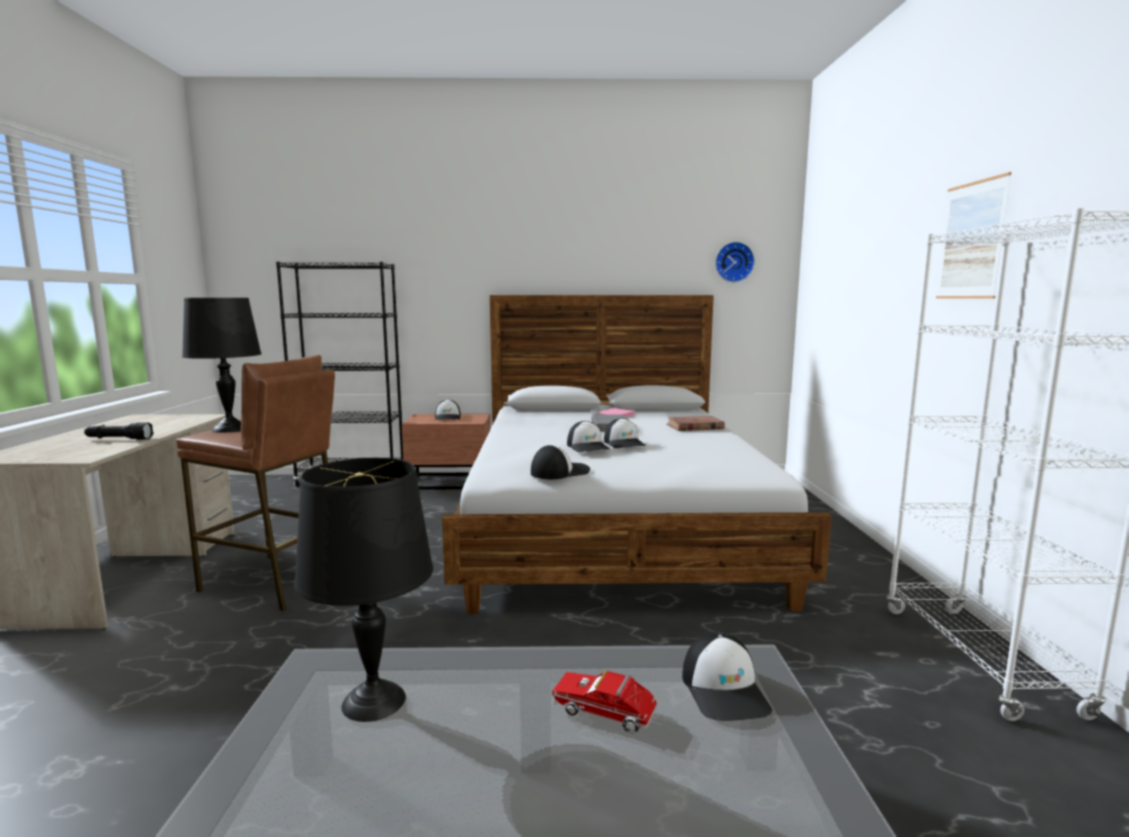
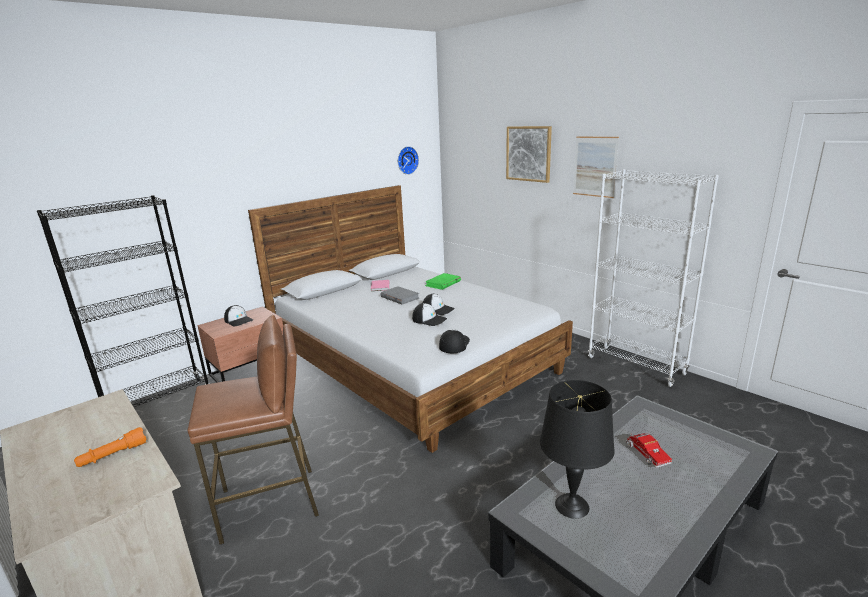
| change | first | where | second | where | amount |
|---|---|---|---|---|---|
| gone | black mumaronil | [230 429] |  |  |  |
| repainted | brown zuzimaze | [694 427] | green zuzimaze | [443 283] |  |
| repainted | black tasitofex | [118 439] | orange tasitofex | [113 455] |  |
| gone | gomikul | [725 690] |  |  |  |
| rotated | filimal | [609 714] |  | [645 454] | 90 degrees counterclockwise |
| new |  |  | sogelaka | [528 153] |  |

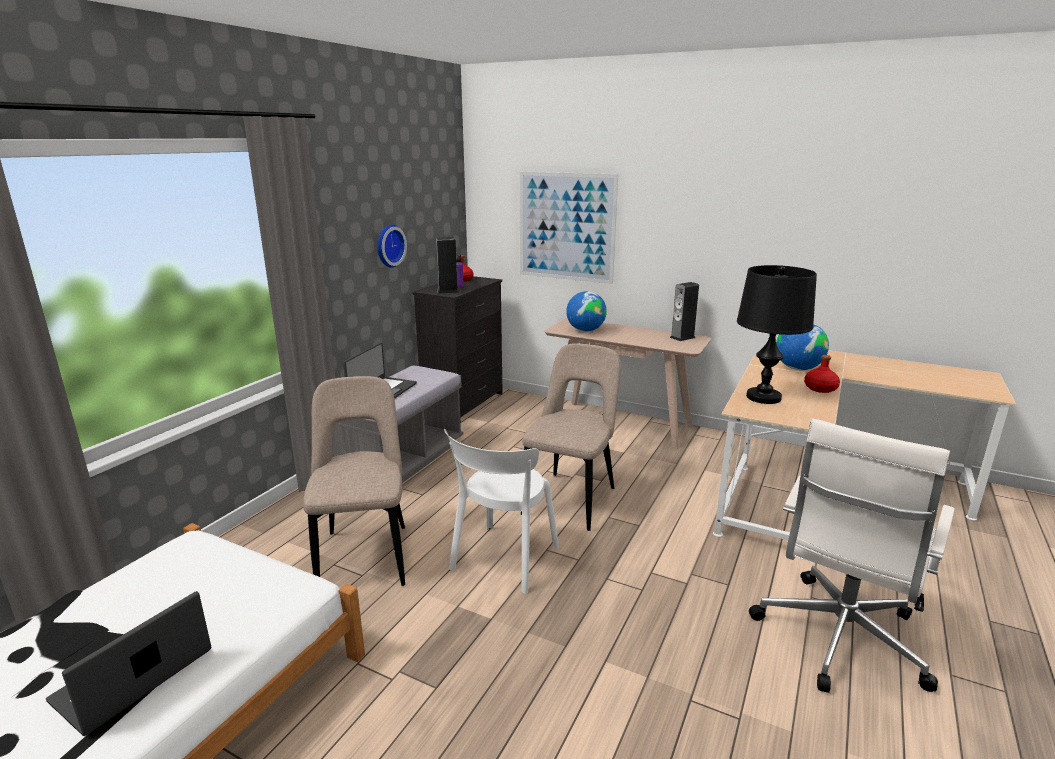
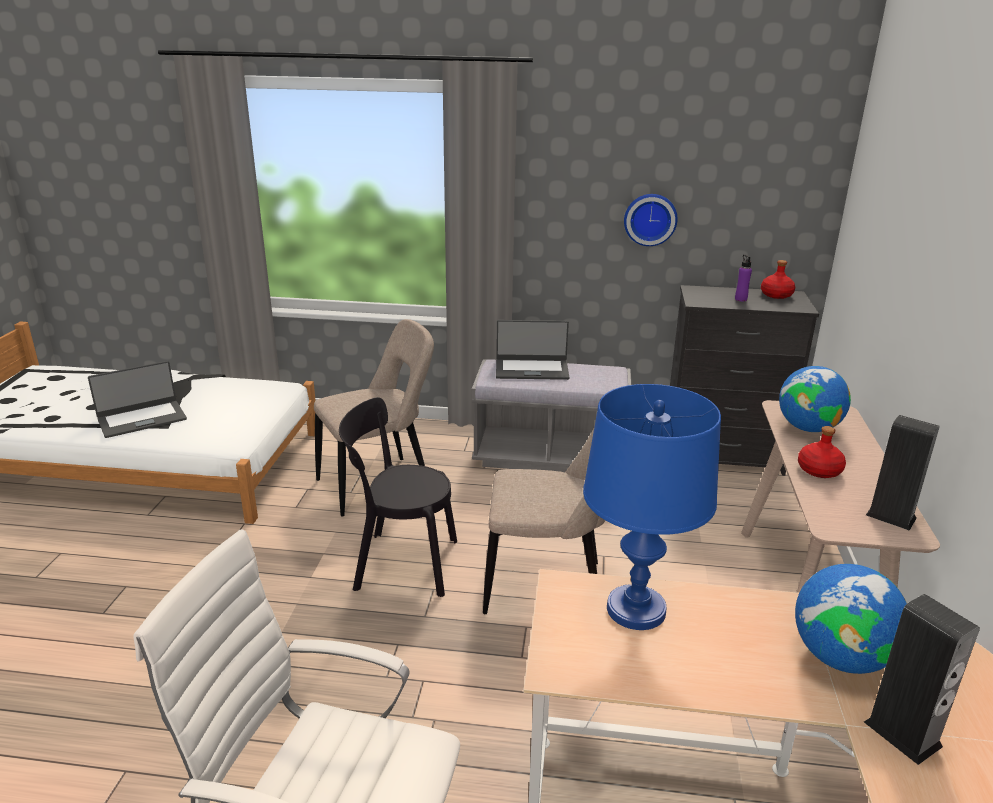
| change | first | where | second | where | amount |
|---|---|---|---|---|---|
| gone | sogelaka | [566 227] |  |  |  |
| shifted | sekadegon | [448 291] |  | [902 734] |  |
| repainted | black mumaronil | [763 397] | blue mumaronil | [635 609] |  |
| shifted | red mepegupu | [820 388] |  | [819 470] |  |
| repainted | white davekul | [502 561] | black davekul | [401 563] |  |
| rotated | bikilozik | [134 677] |  | [142 419] | 135 degrees clockwise |

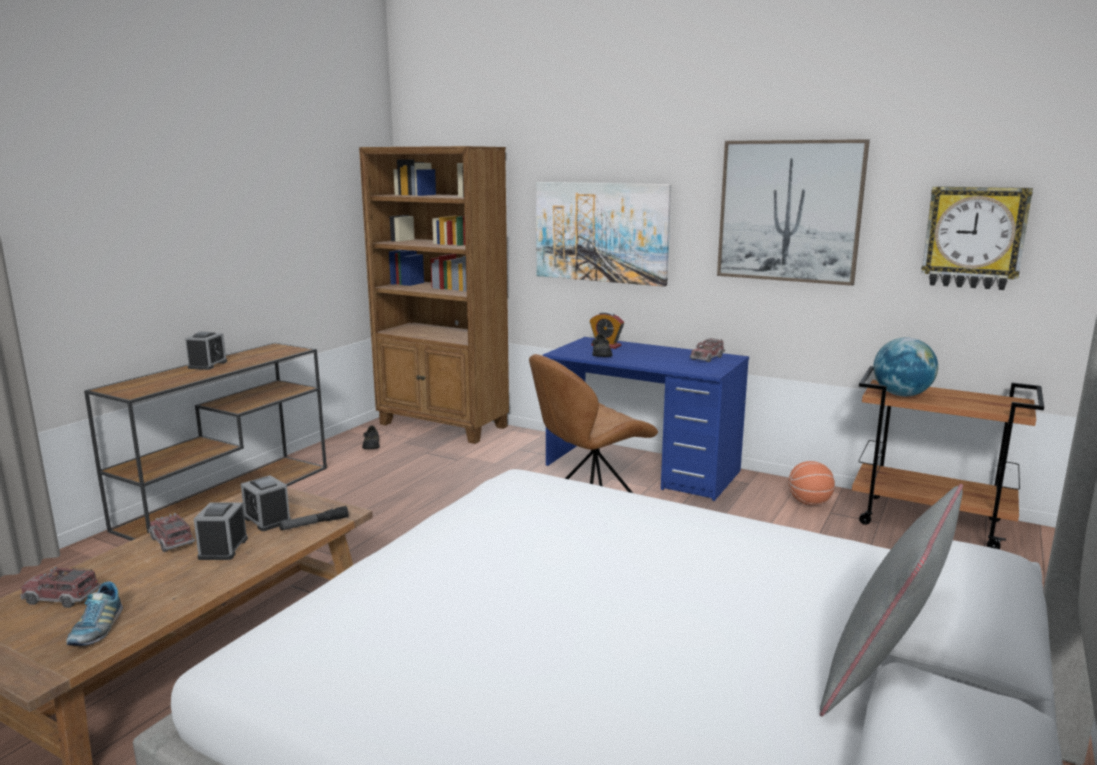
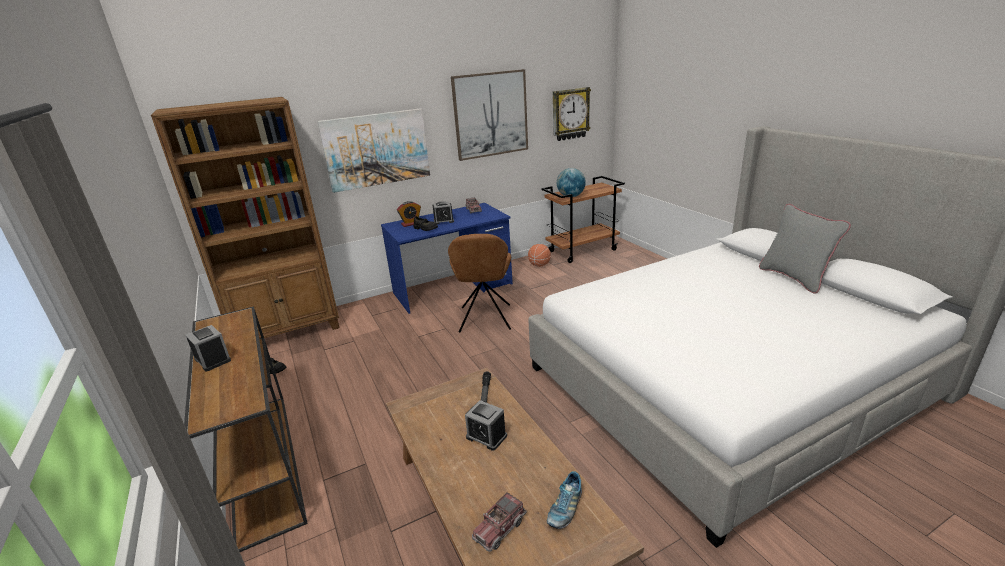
| change | first | where | second | where | amount |
|---|---|---|---|---|---|
| shifted | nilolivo | [267 520] |  | [443 221] |  |
| gone | filimal | [172 541] |  |  |  |
| rotated | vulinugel | [97 629] |  | [565 508] | 90 degrees clockwise |

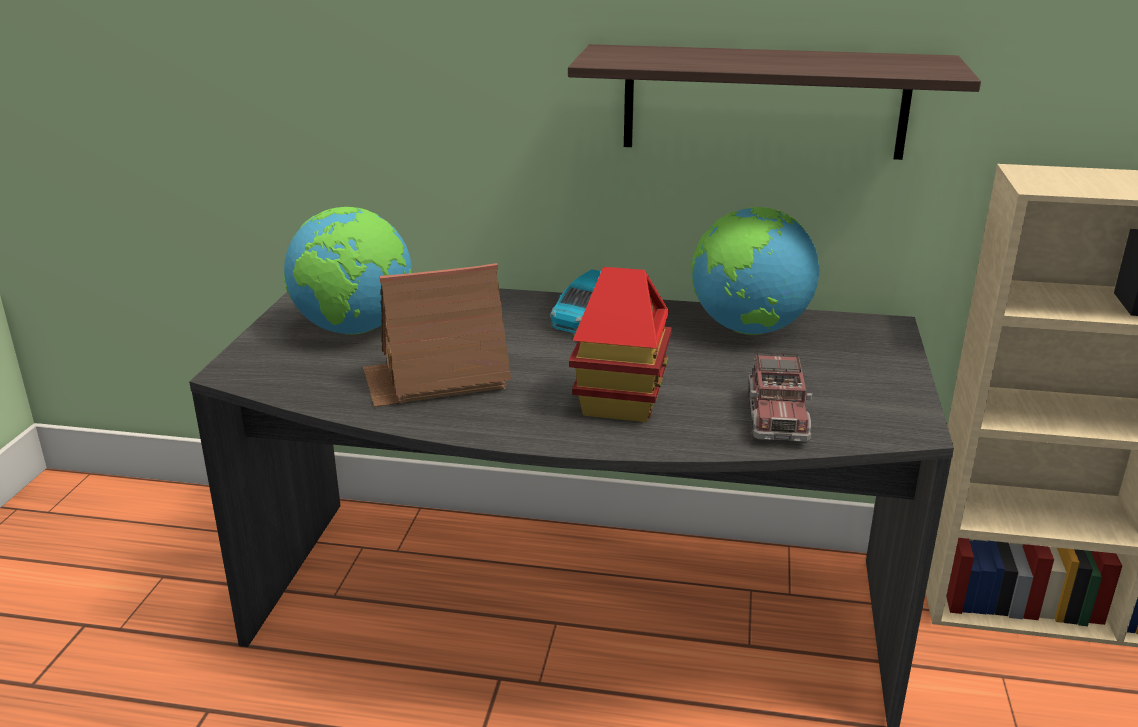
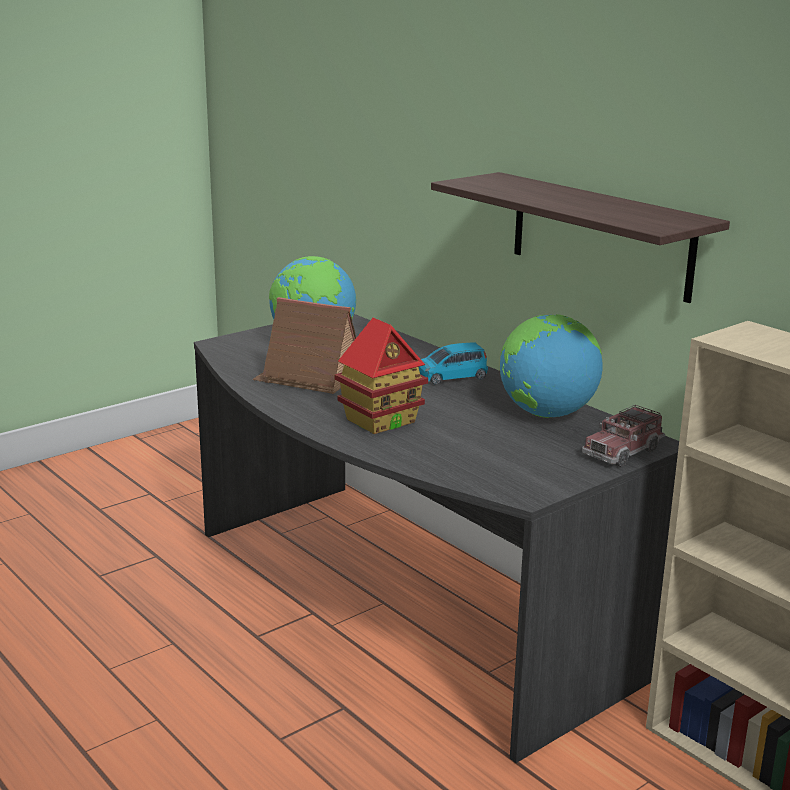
| change | first | where | second | where | amount |
|---|---|---|---|---|---|
| shifted | filimal | [776 417] |  | [622 451] |  |

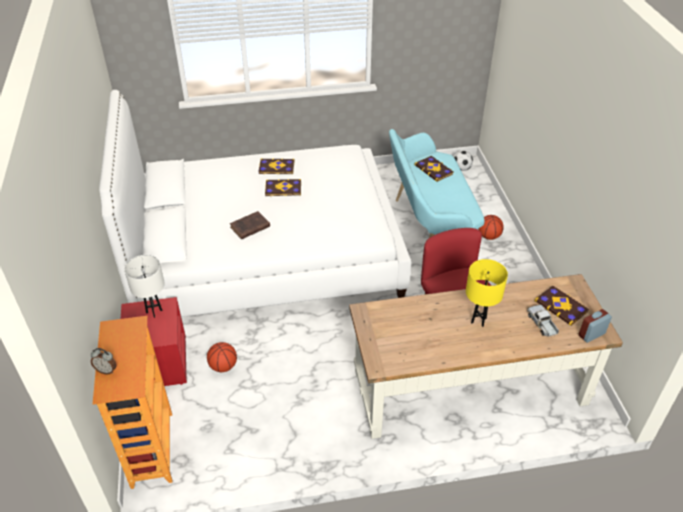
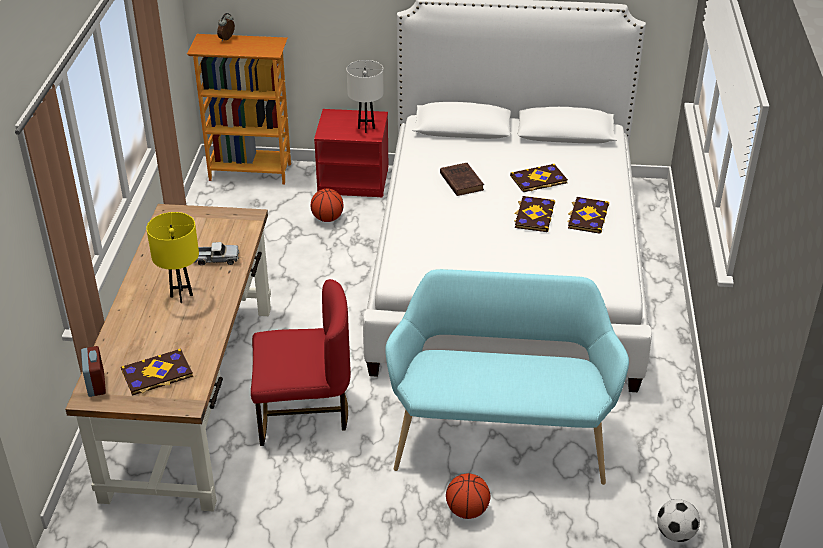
| change | first | where | second | where | amount |
|---|---|---|---|---|---|
| shifted | zuzimaze | [434 169] |  | [539 180] |  |
| shifted | filimal | [542 324] |  | [215 259] |  |

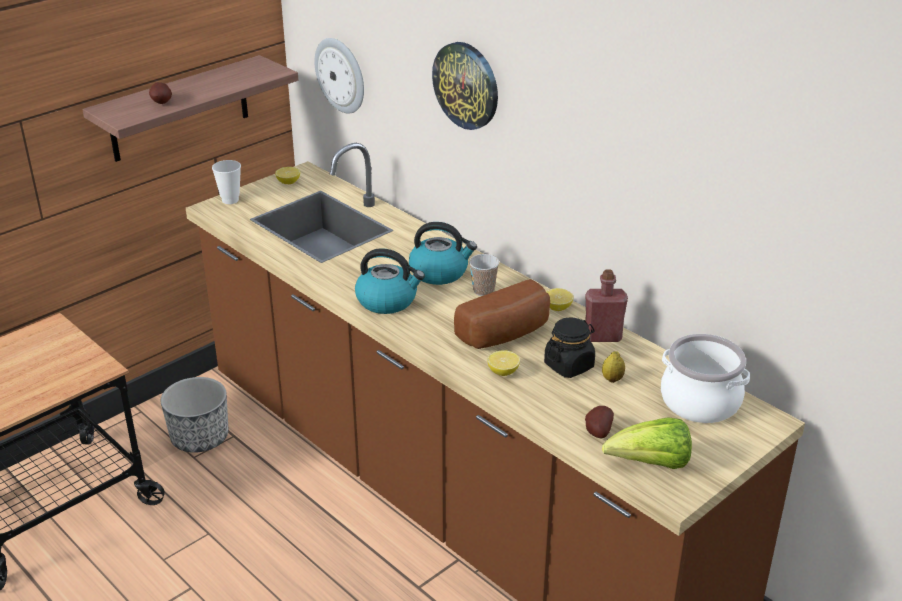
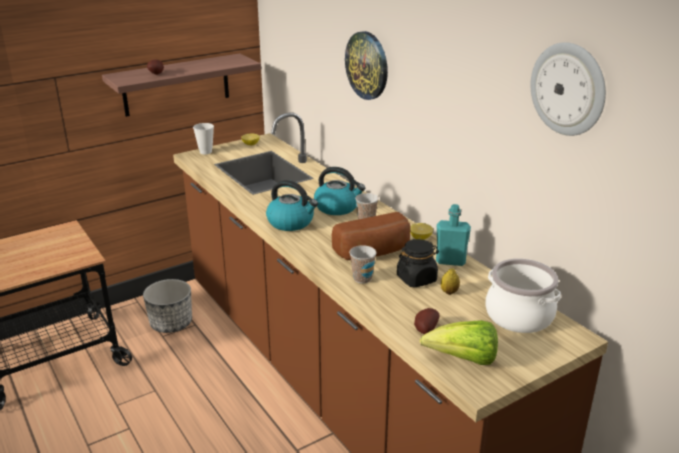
| change | first | where | second | where | amount |
|---|---|---|---|---|---|
| shifted | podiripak | [341 75] |  | [568 89] |  |
| repainted | red mepegupu | [603 337] | turquoise mepegupu | [450 261] |  |
| swapped | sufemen | [503 372] | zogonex | [362 278] |  |

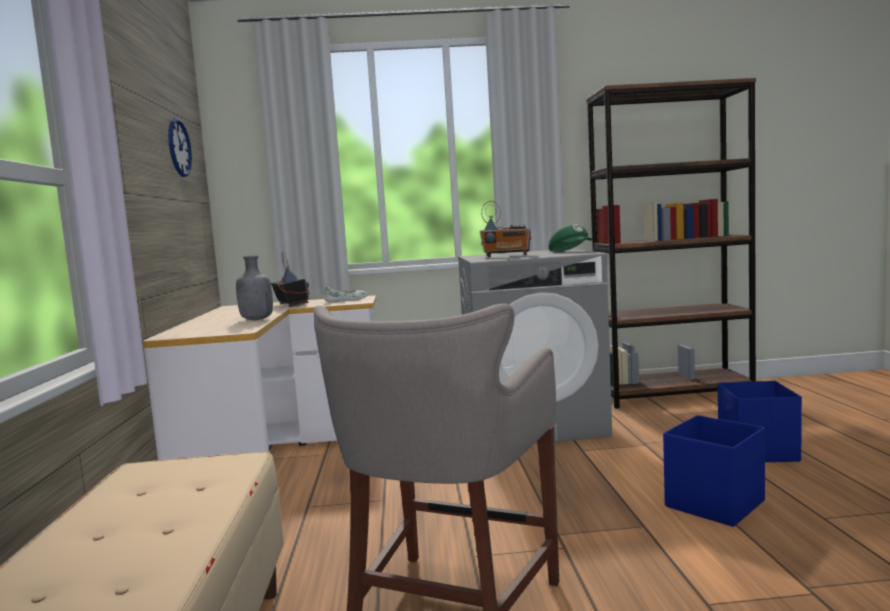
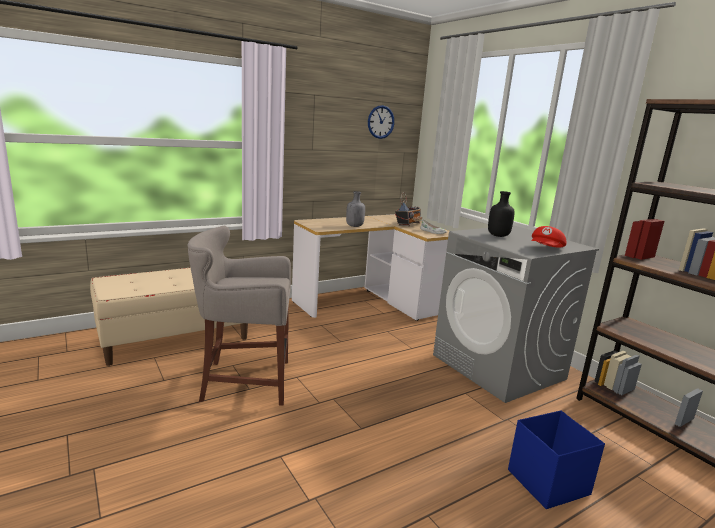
| change | first | where | second | where | amount |
|---|---|---|---|---|---|
| swapped | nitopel | [507 256] | black mepegupu | [498 236] |  |
| repainted | green gomikul | [571 251] | red gomikul | [546 249] |  |
| gone | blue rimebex | [713 504] |  |  |  |

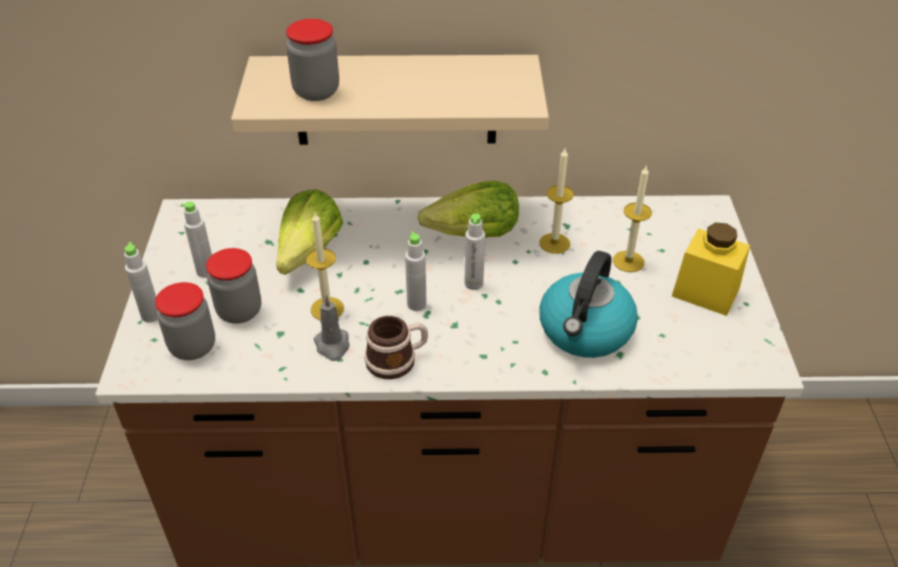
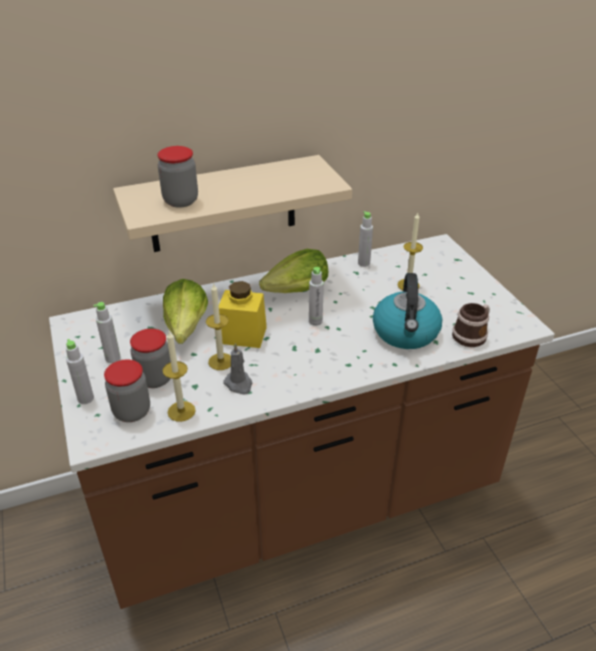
| change | first | where | second | where | amount |
|---|---|---|---|---|---|
| shifted | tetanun | [554 243] |  | [181 411] |  |
| shifted | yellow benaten | [705 292] |  | [243 335] |  |
| shifted | grey mepegupu | [416 304] |  | [364 263] |  |
| shifted | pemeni | [397 360] |  | [472 335] |  |

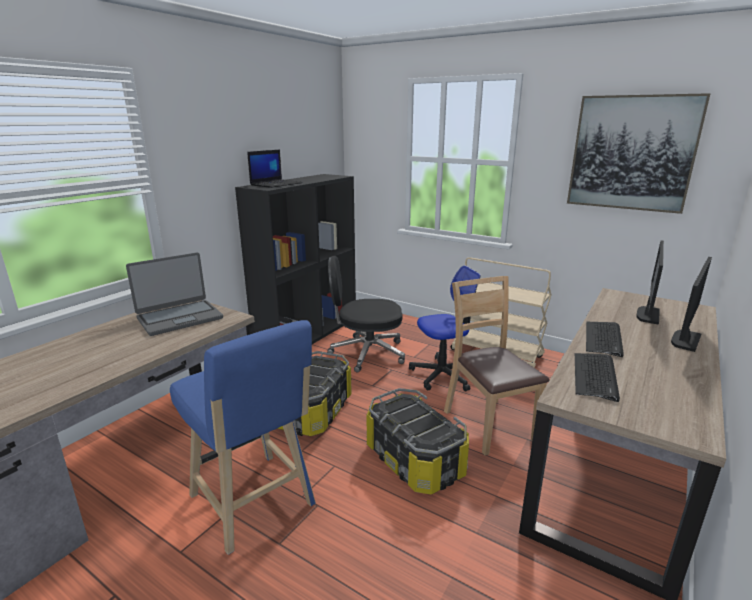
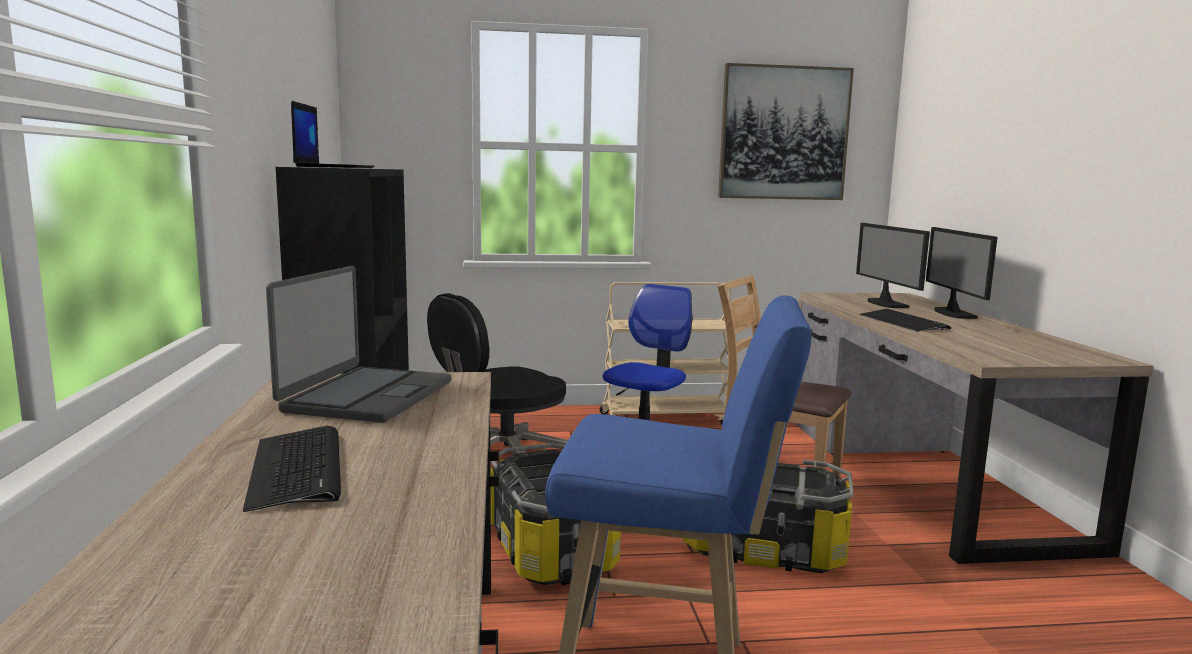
| change | first | where | second | where | amount |
|---|---|---|---|---|---|
| shifted | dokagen | [595 376] |  | [298 469] |  |

